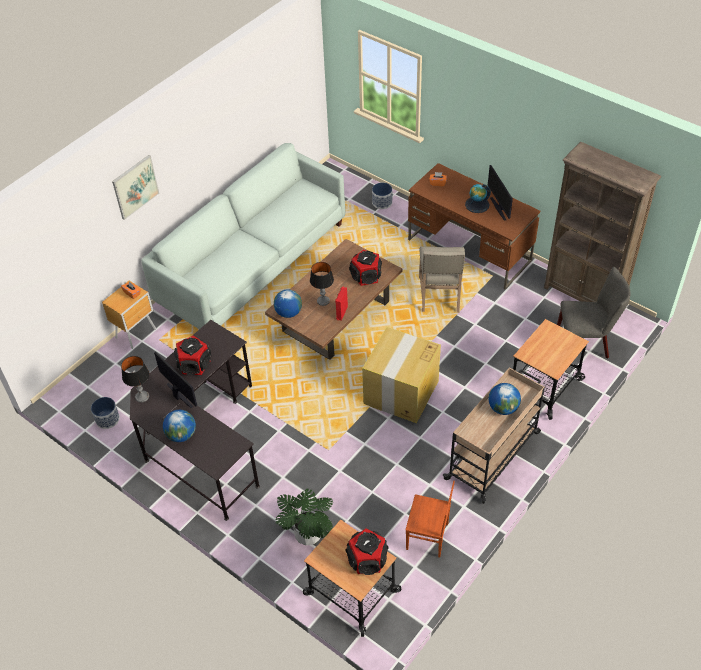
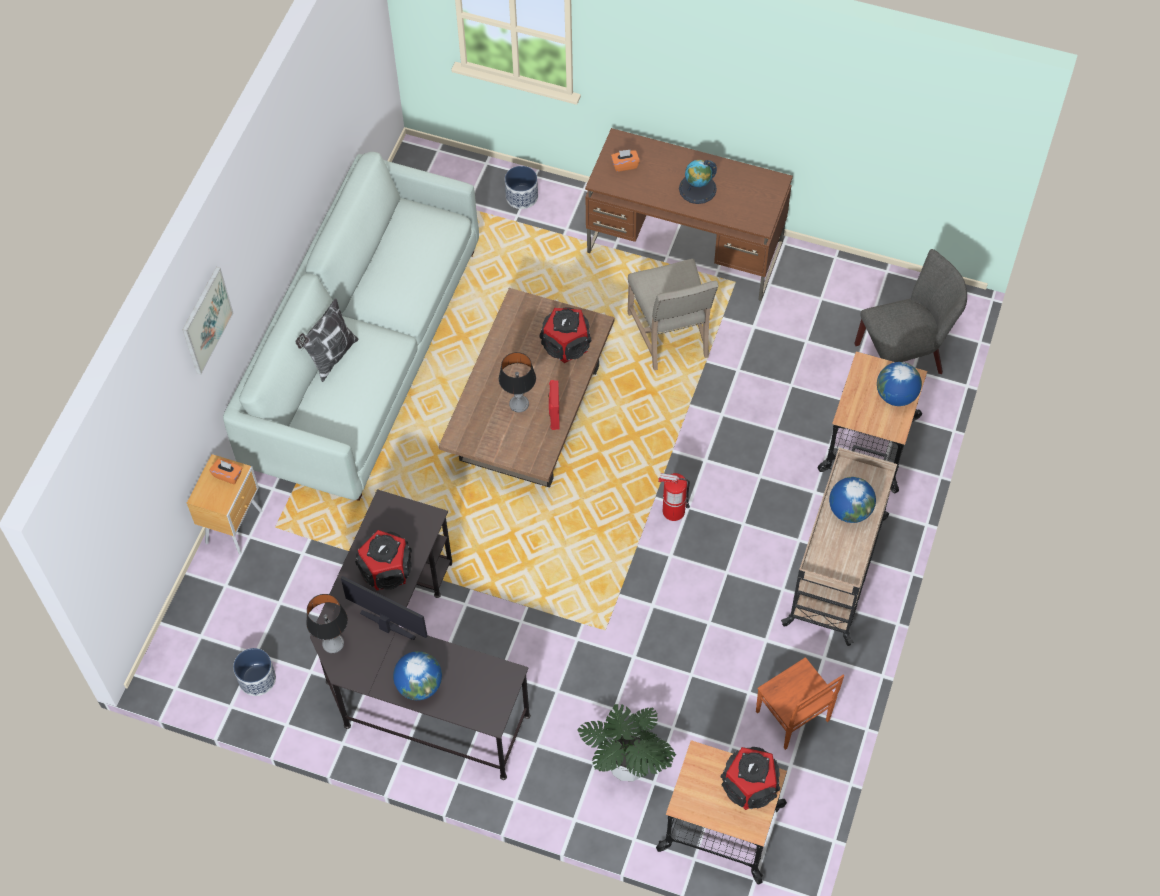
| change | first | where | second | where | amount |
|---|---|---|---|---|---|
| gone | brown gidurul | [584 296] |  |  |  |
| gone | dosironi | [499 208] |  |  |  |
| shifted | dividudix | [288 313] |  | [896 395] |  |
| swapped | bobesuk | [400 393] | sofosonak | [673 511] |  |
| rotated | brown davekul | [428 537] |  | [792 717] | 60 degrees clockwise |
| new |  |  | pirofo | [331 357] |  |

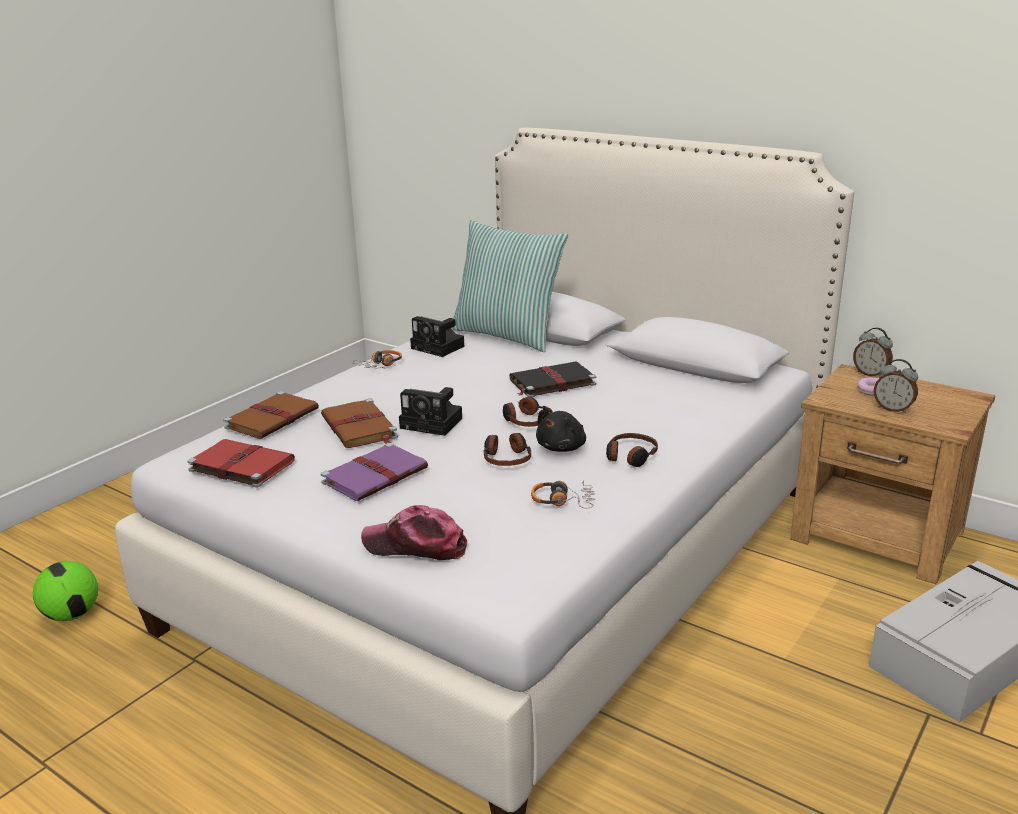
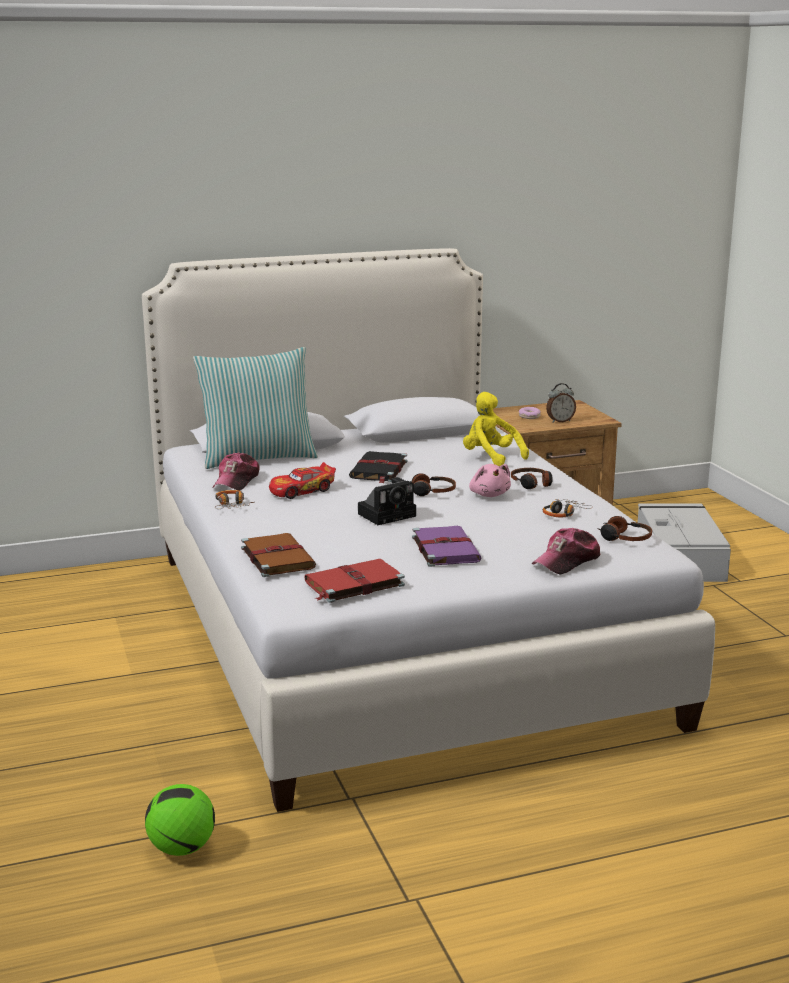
| change | first | where | second | where | amount |
|---|---|---|---|---|---|
| swapped | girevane | [439 347] | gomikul | [236 481] |  |
| gone | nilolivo | [870 374] |  |  |  |
| gone | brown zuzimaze | [359 428] |  |  |  |
| repainted | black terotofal | [562 447] | pink terotofal | [489 494] |  |
| shifted | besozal | [506 458] |  | [624 538] |  |
| new |  |  | yellow terotofal | [490 457] |  |
| new |  |  | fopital | [302 490] |  |

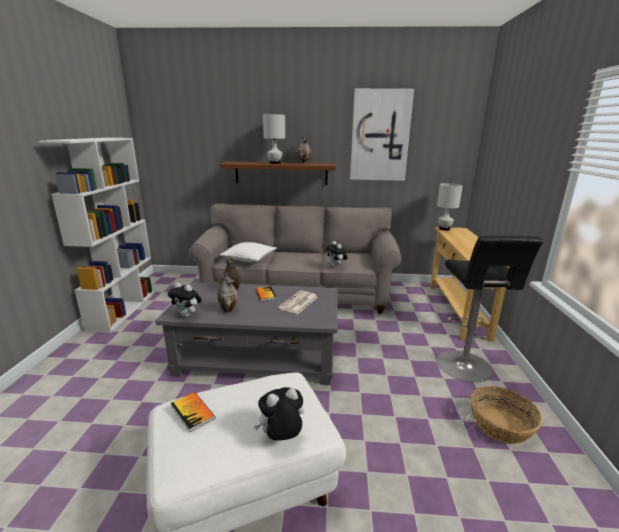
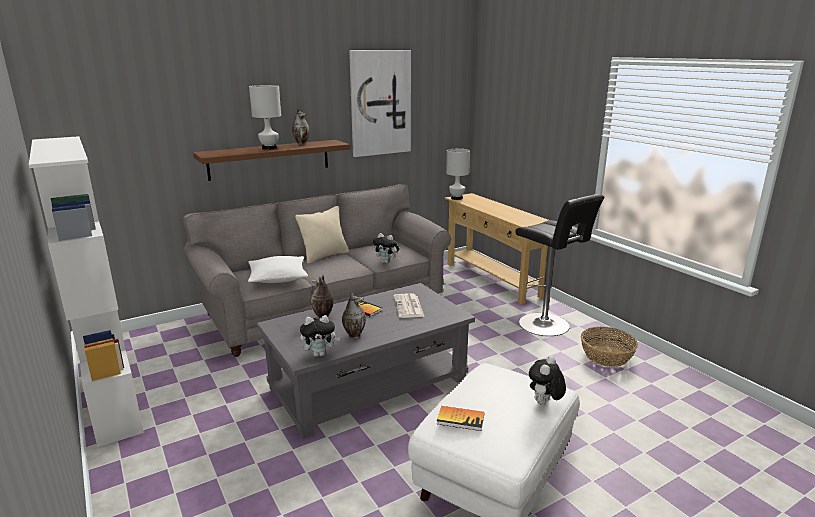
| change | first | where | second | where | amount |
|---|---|---|---|---|---|
| new |  |  | beige pirofo | [324 256] |  |

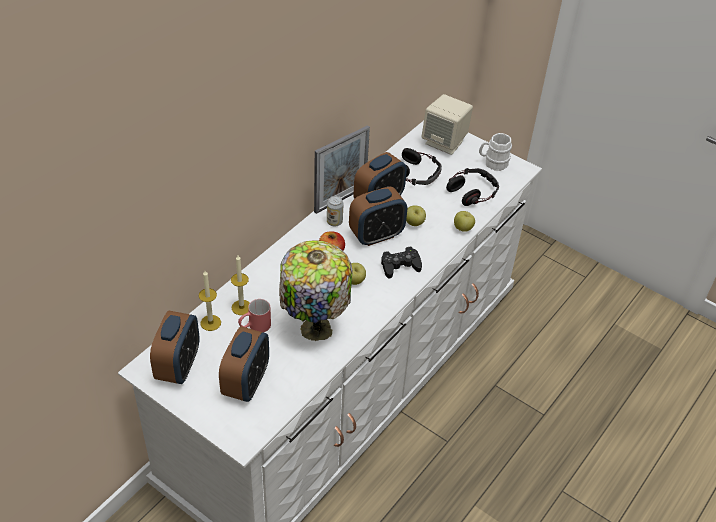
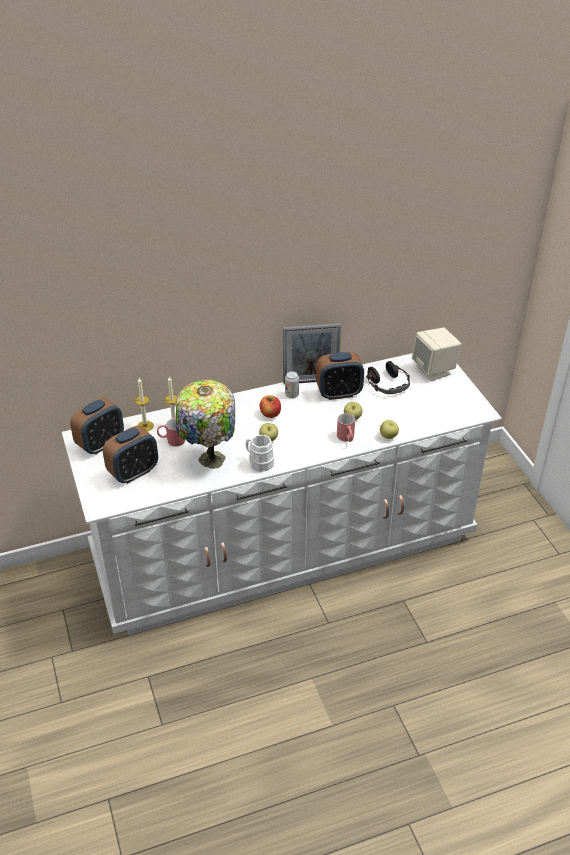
| change | first | where | second | where | amount |
|---|---|---|---|---|---|
| shifted | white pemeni | [493 163] |  | [258 462] |  |
| gone | besozal | [472 191] |  |  |  |
| gone | nilolivo | [376 235] |  |  |  |
| gone | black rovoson | [400 266] |  |  |  |
| new |  |  | red pemeni | [346 438] |  |

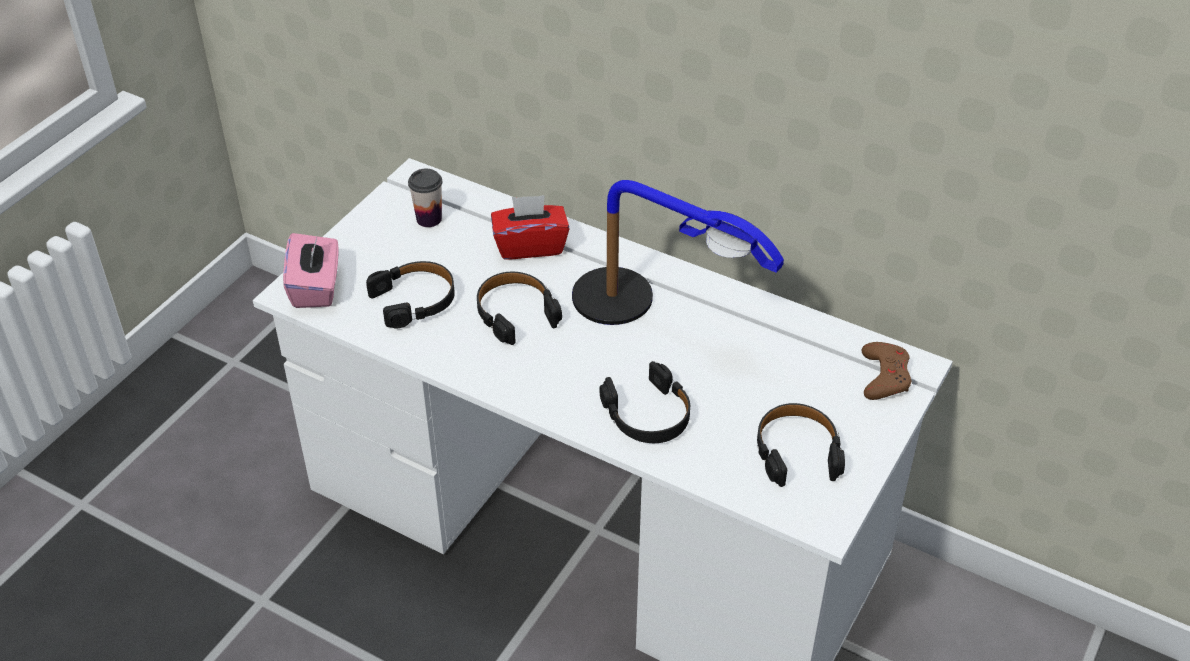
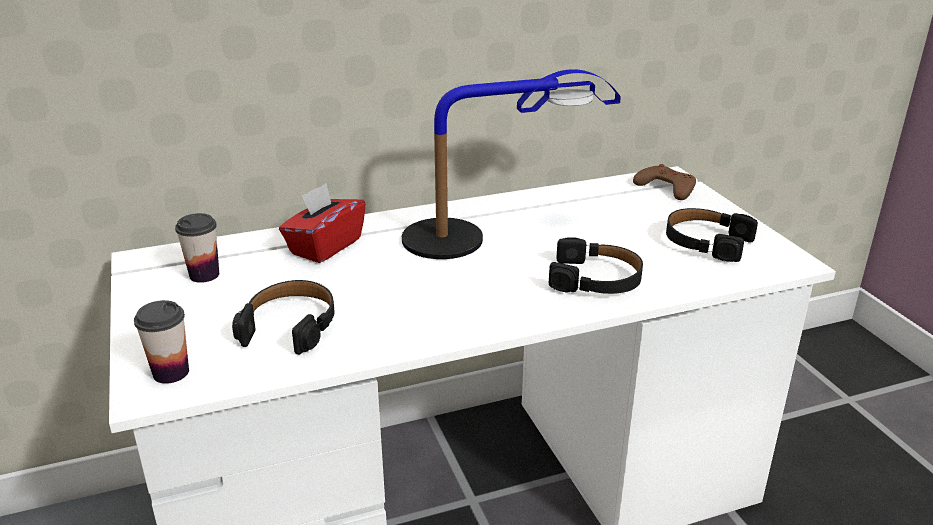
| change | first | where | second | where | amount |
|---|---|---|---|---|---|
| swapped | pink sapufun | [316 287] | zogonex | [171 372] |  |
| gone | black besozal | [515 313] |  |  |  |

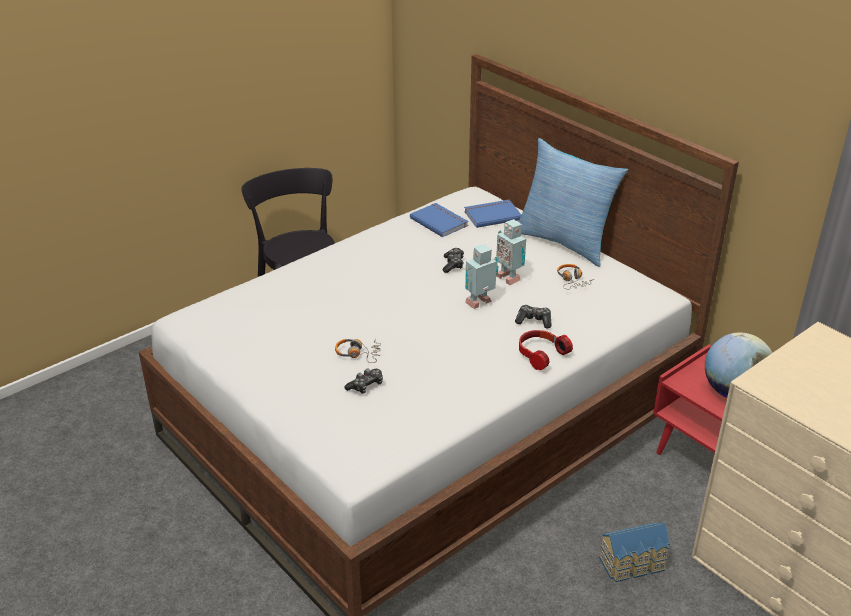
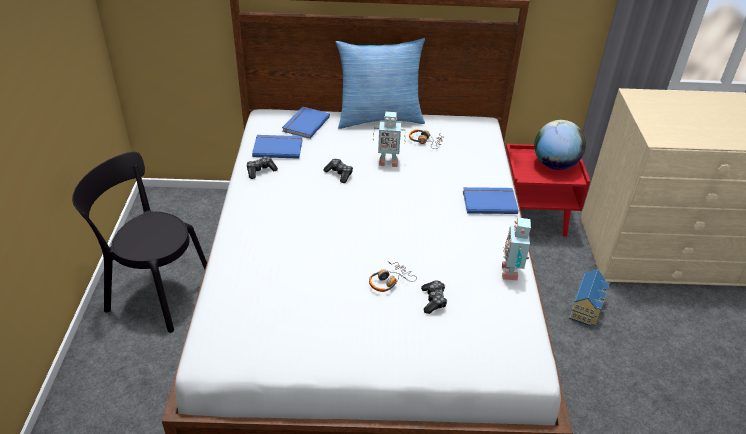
| change | first | where | second | where | amount |
|---|---|---|---|---|---|
| shifted | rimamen | [480 303] |  | [511 272] |  |
| shifted | rovoson | [534 321] |  | [260 171] |  |
| swapped | besozal | [540 354] | blue zuzimaze | [489 201] |  |

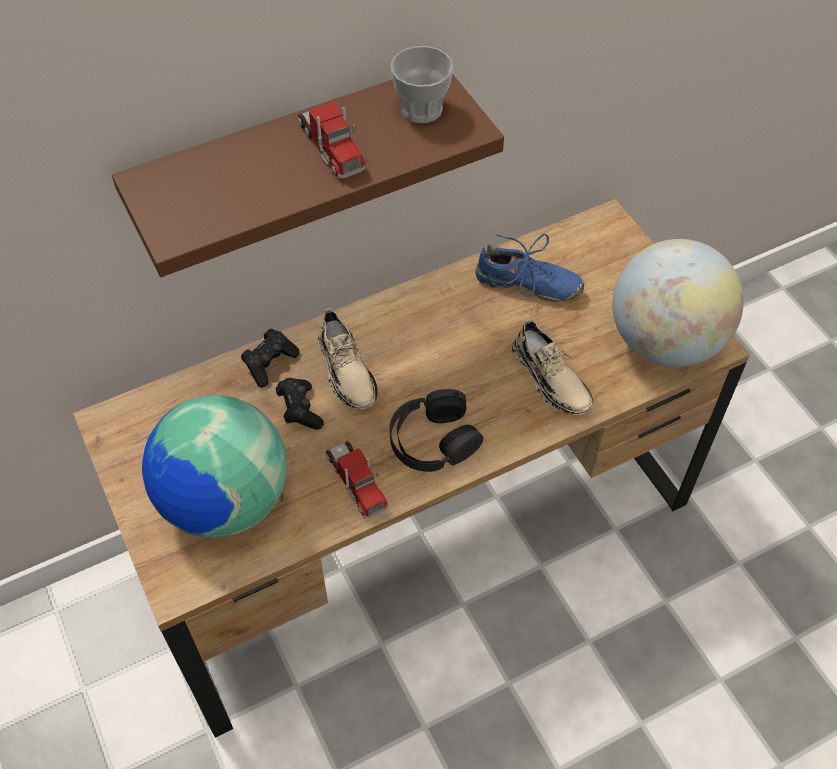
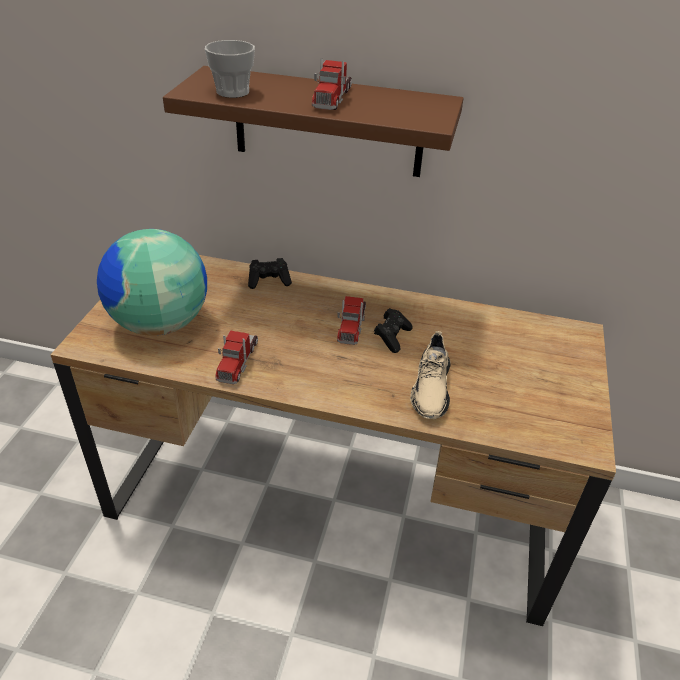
| change | first | where | second | where | amount |
|---|---|---|---|---|---|
| shifted | zogonex | [421 109] |  | [233 92] |  |
| gone | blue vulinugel | [527 285] |  |  |  |
| gone | dividudix | [664 342] |  |  |  |
| gone | beige vulinugel | [346 370] |  |  |  |
| shifted | black rovoson | [300 410] |  | [392 337] |  |
| gone | black besozal | [433 439] |  |  |  |
| new |  |  | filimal | [351 325] |  |

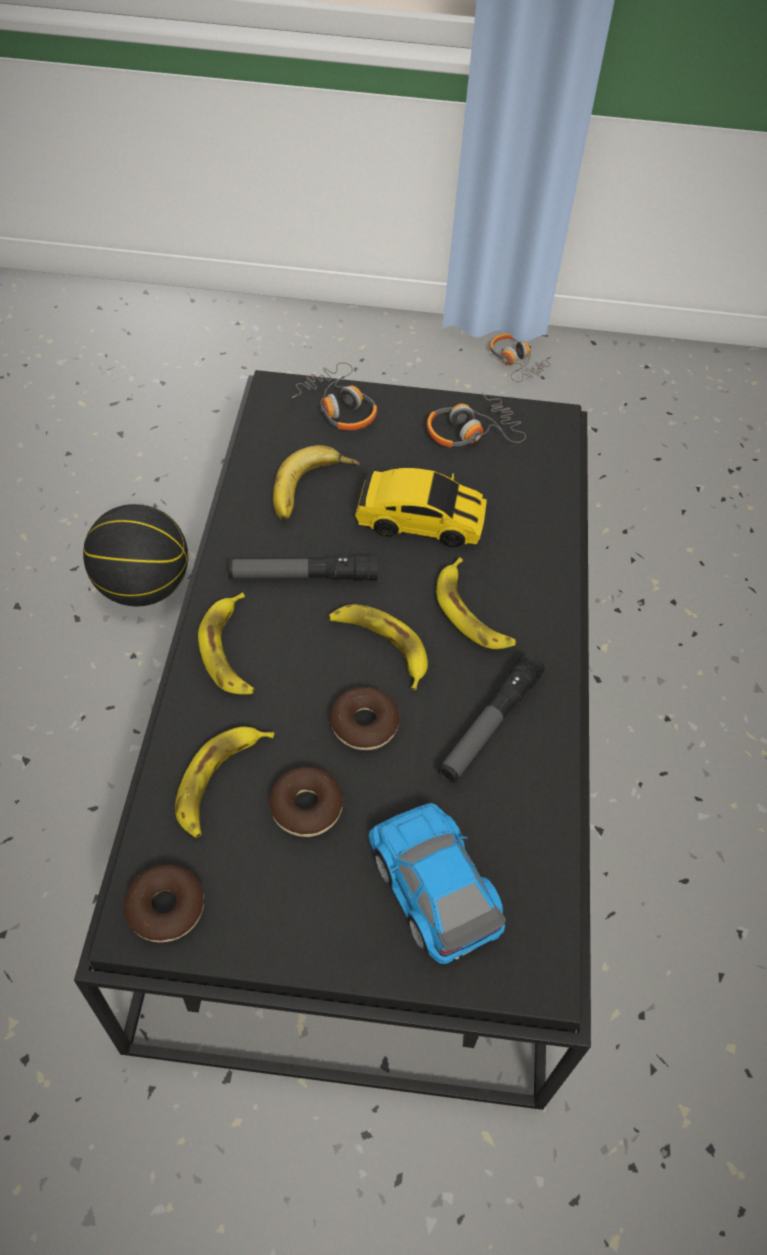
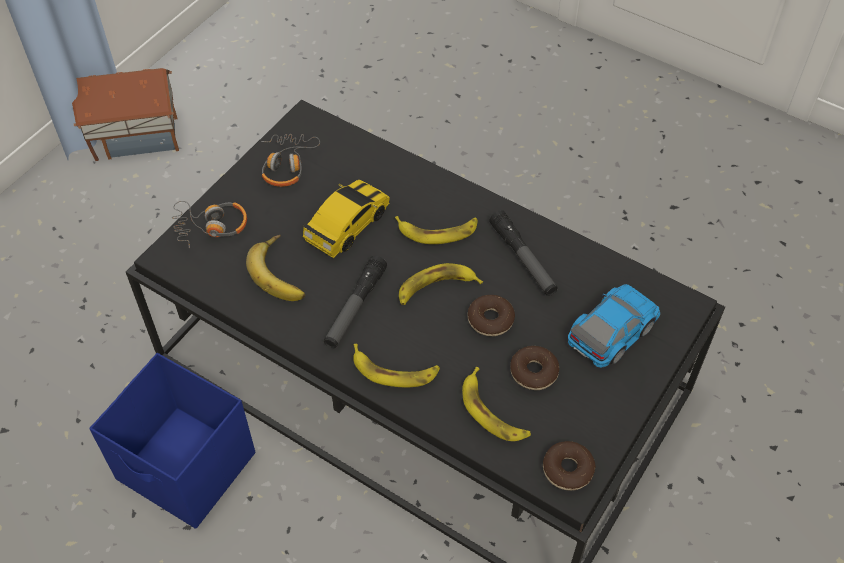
| change | first | where | second | where | amount |
|---|---|---|---|---|---|
| swapped | besozal | [516 363] | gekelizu | [135 136] |  |
| swapped | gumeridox | [143 587] | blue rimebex | [187 468] |  |
| rotated | fopital | [433 885] |  | [613 330] | 135 degrees clockwise |

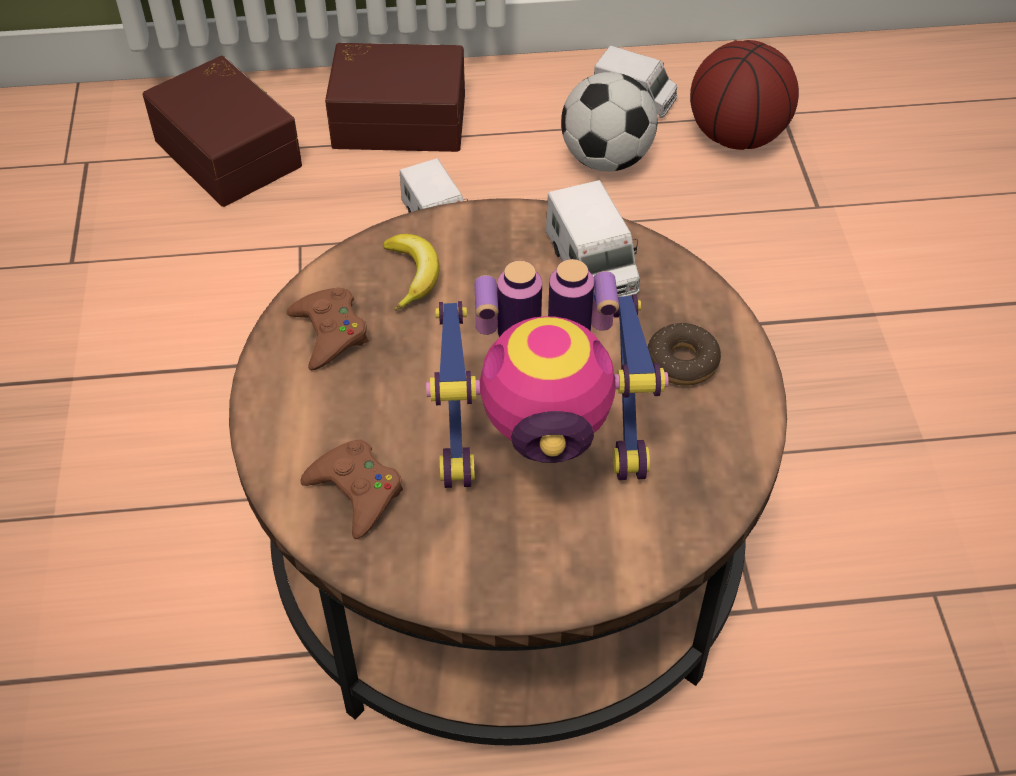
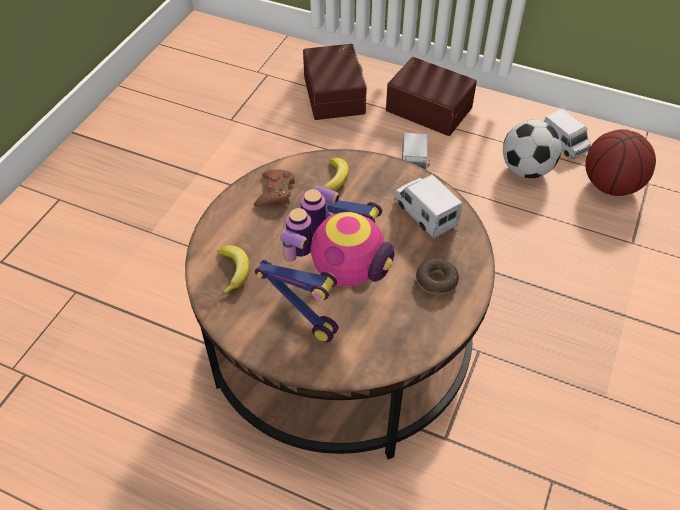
| change | first | where | second | where | amount |
|---|---|---|---|---|---|
| rotated | filimal | [591 267] |  | [425 213] | 135 degrees clockwise |
| rotated | rimamen | [543 451] |  | [333 293] | 90 degrees counterclockwise |
| swapped | brown rovoson | [356 492] | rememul | [234 271] |  |

